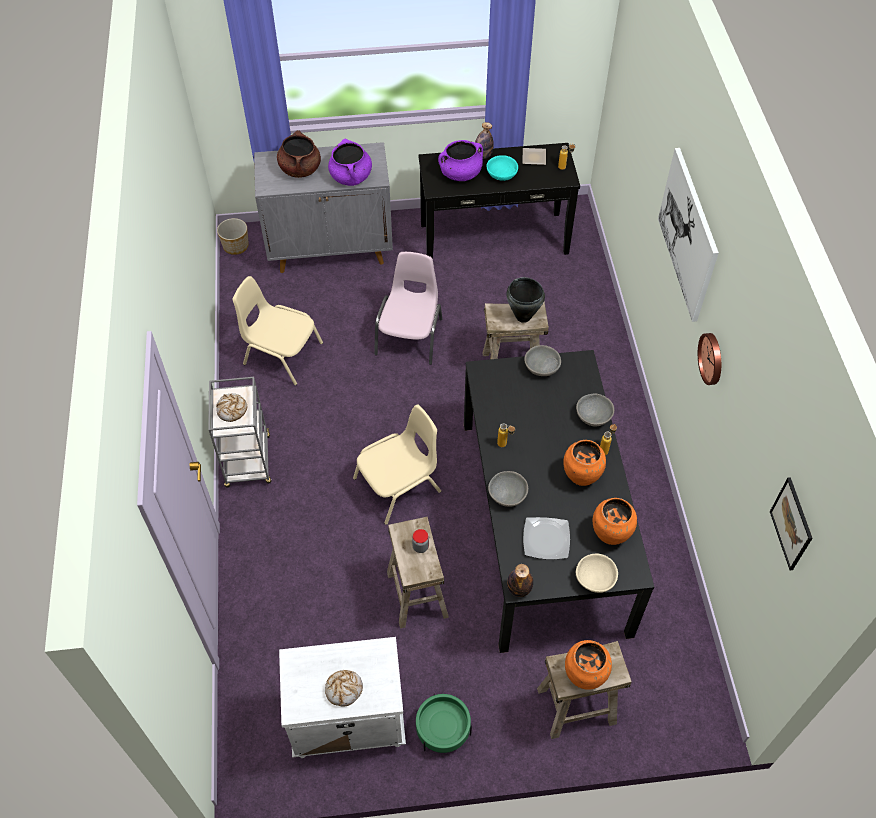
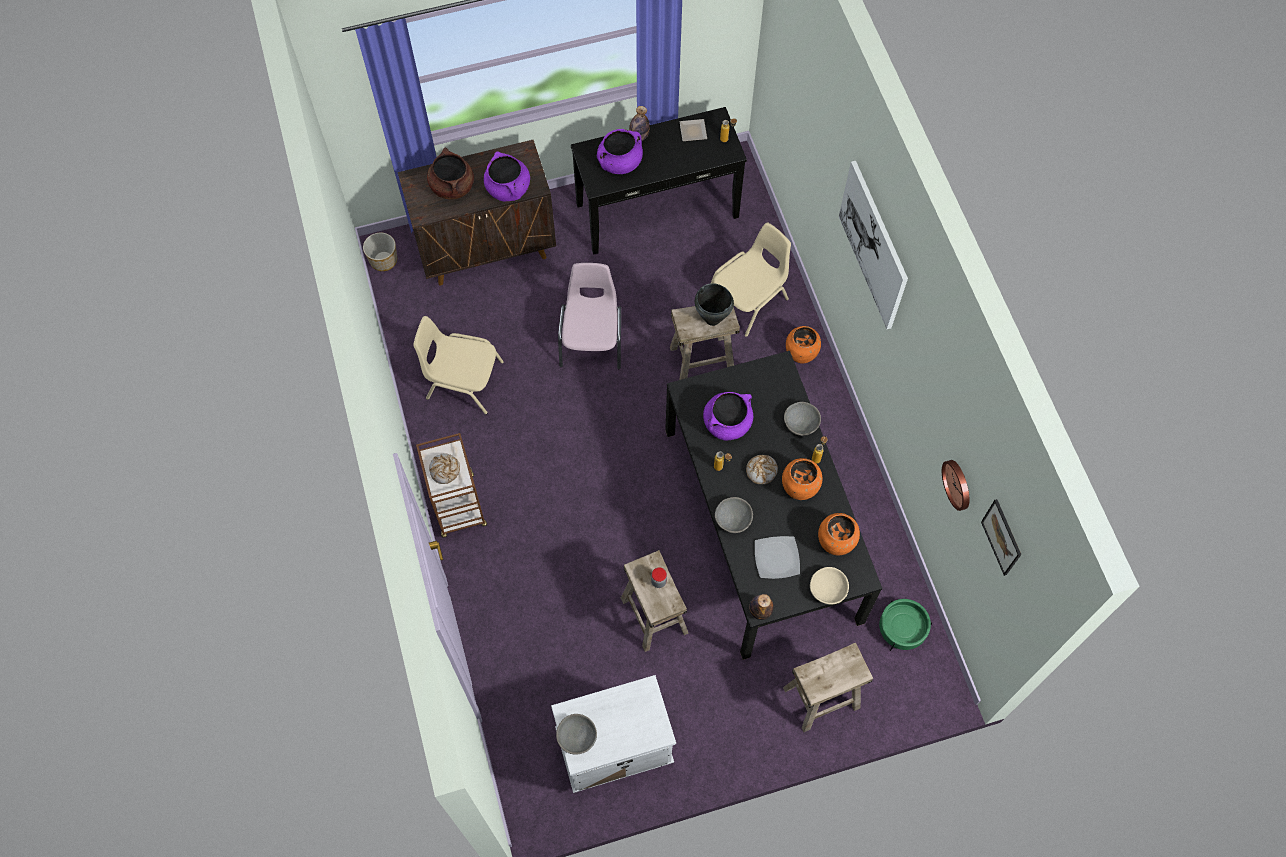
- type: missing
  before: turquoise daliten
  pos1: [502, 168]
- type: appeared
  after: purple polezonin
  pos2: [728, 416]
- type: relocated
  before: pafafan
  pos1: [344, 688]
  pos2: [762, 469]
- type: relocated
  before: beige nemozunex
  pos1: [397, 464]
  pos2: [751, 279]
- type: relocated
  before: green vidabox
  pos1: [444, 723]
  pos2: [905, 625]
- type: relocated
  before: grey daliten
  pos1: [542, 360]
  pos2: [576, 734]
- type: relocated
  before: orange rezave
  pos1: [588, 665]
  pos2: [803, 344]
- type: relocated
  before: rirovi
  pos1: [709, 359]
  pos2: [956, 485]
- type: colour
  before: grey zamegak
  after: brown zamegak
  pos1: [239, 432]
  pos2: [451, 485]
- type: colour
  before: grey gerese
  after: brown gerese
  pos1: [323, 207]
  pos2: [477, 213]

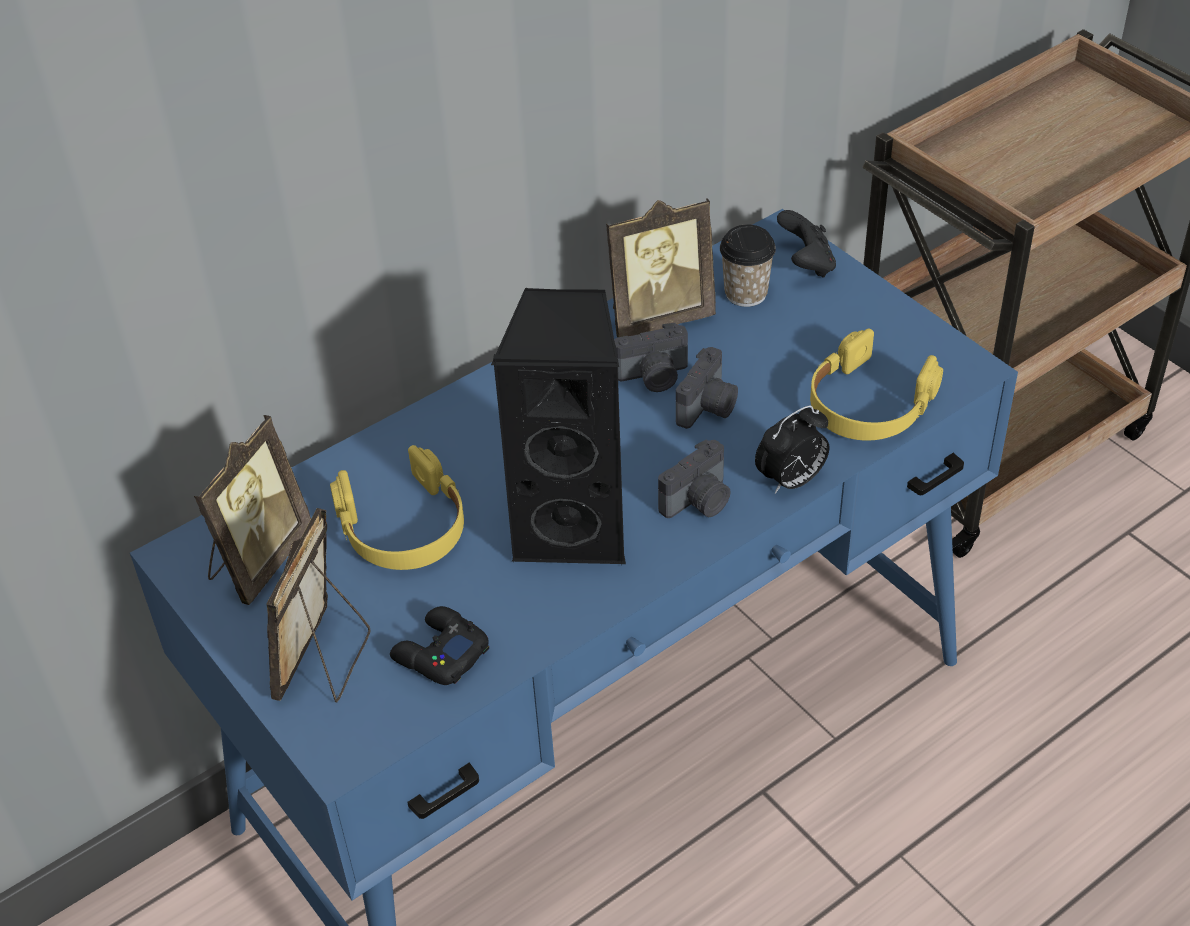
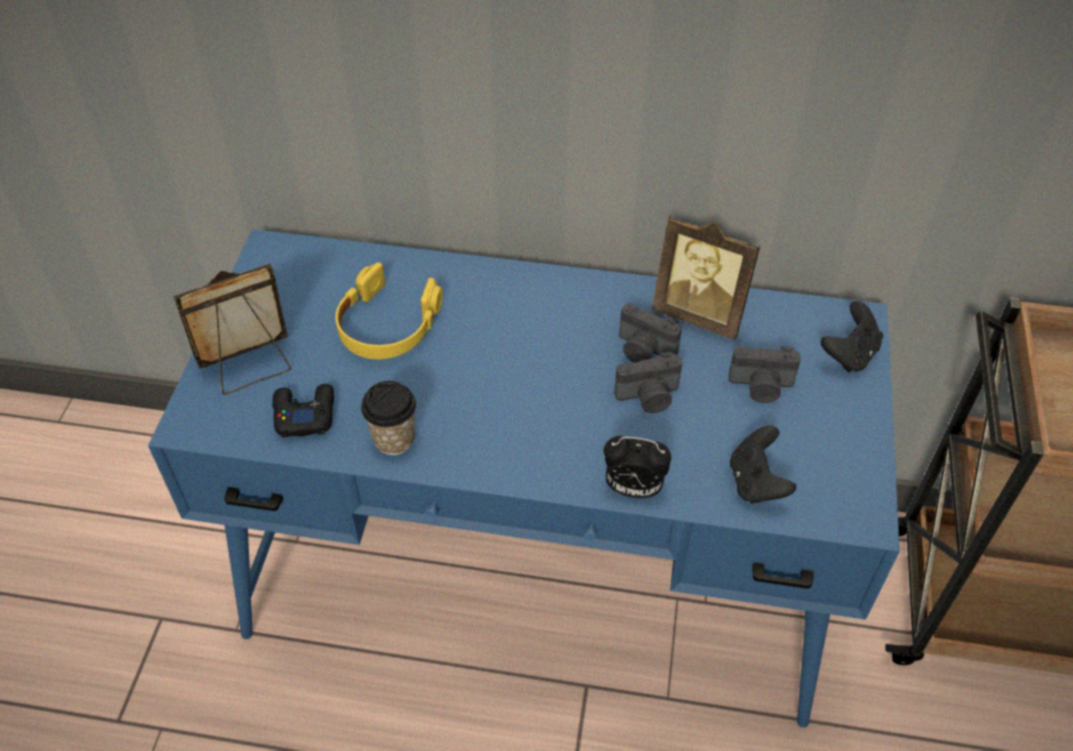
- type: missing
  before: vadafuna
  pos1: [252, 510]
- type: missing
  before: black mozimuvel
  pos1: [558, 425]
- type: relocated
  before: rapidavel
  pos1: [694, 478]
  pos2: [765, 374]
- type: relocated
  before: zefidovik
  pos1: [748, 265]
  pos2: [388, 418]
- type: exchanged
  before: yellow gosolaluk
  after: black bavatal
  pos1: [876, 384]
  pos2: [763, 464]

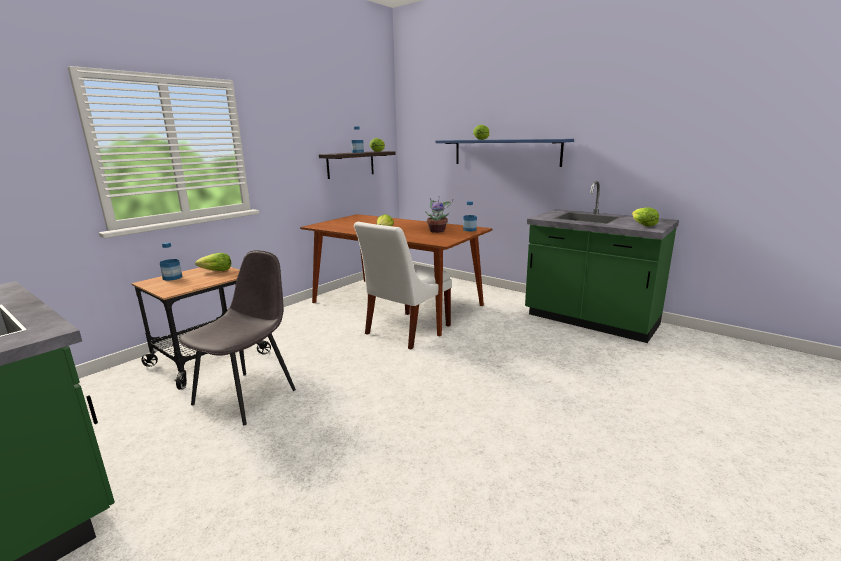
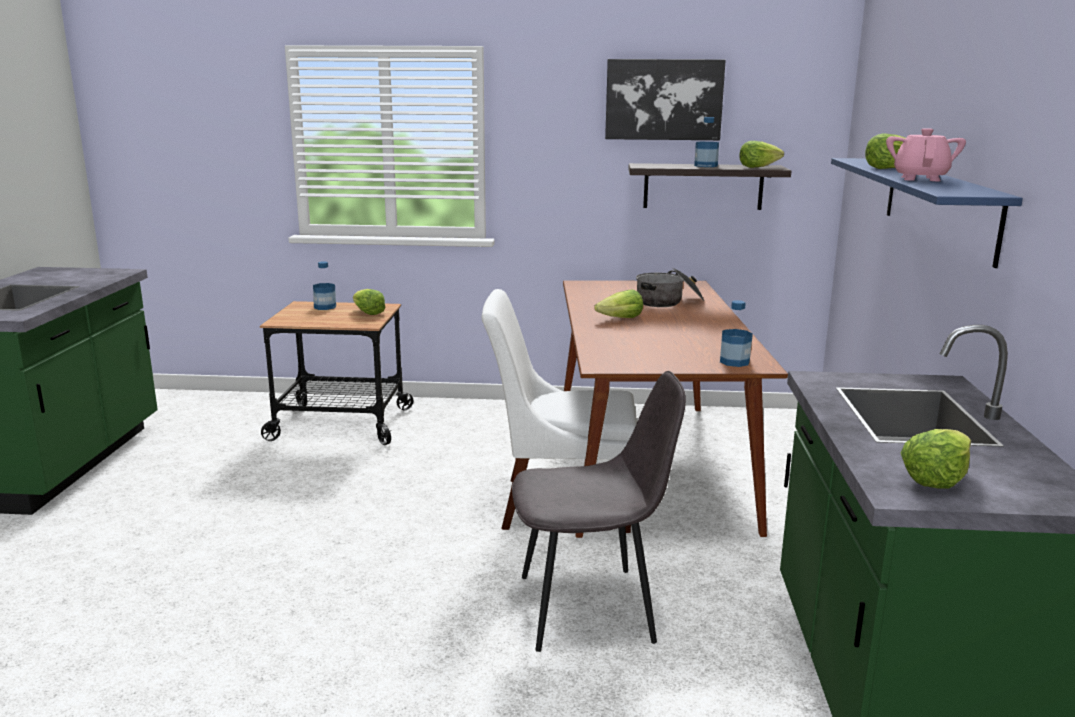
- type: missing
  before: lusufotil
  pos1: [439, 215]
- type: appeared
  after: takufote
  pos2: [665, 99]
- type: appeared
  after: polezonin
  pos2: [670, 287]
- type: appeared
  after: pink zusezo
  pos2: [926, 154]
- type: relocated
  before: grey nemozunex
  pos1: [237, 337]
  pos2: [599, 511]

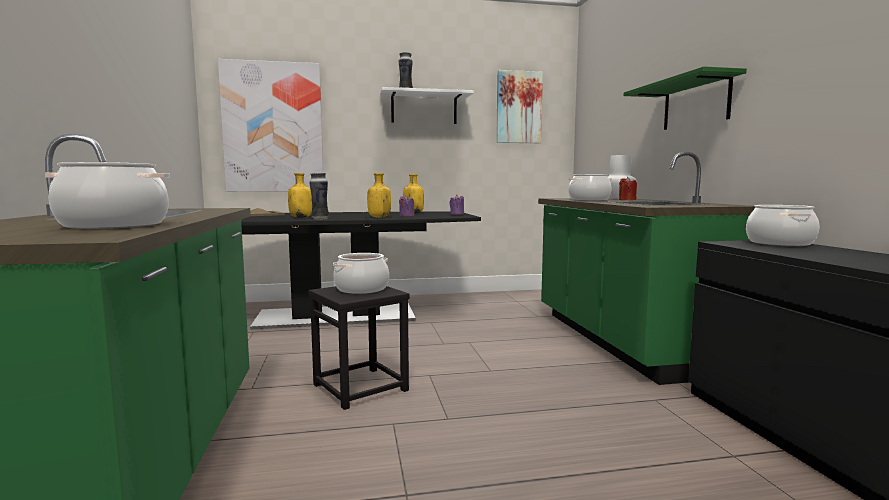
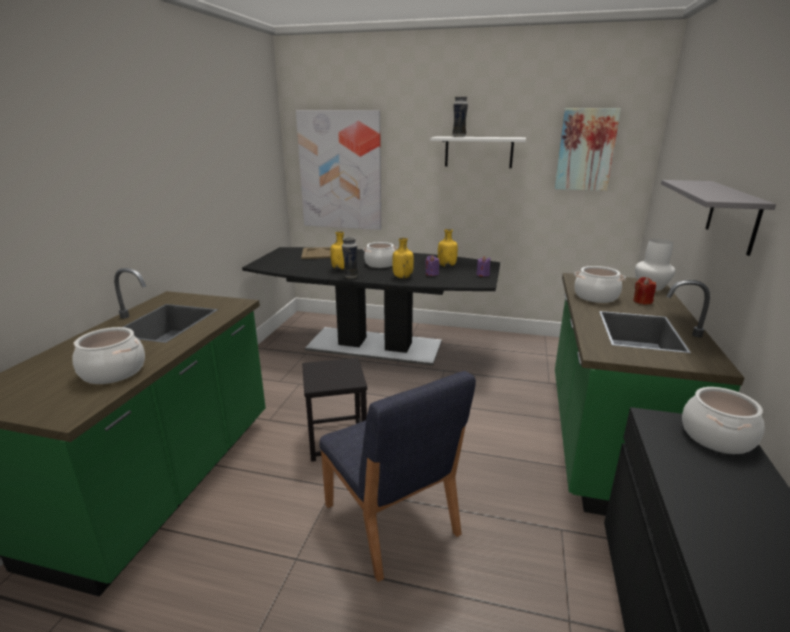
- type: appeared
  after: blue nemozunex
  pos2: [398, 476]
- type: relocated
  before: polezonin
  pos1: [361, 273]
  pos2: [380, 255]
- type: colour
  before: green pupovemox
  after: grey pupovemox
  pos1: [685, 98]
  pos2: [718, 218]

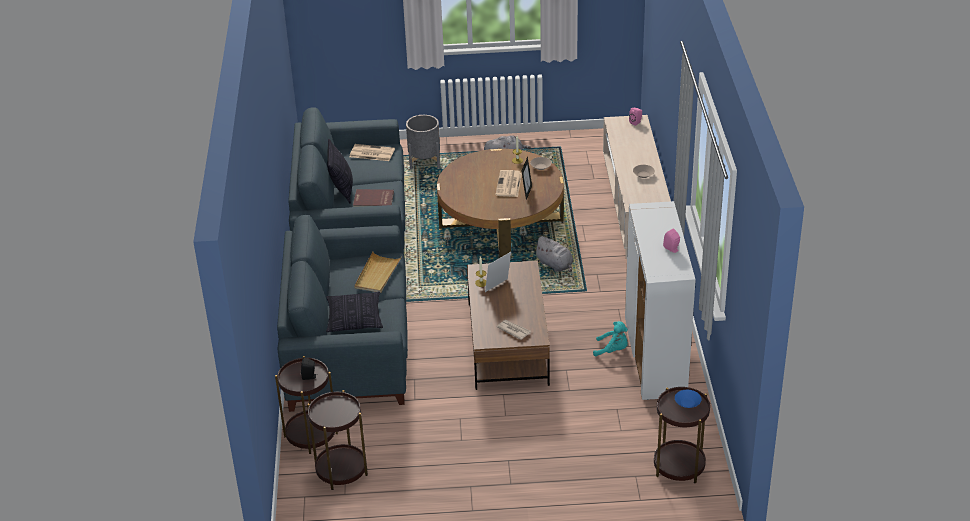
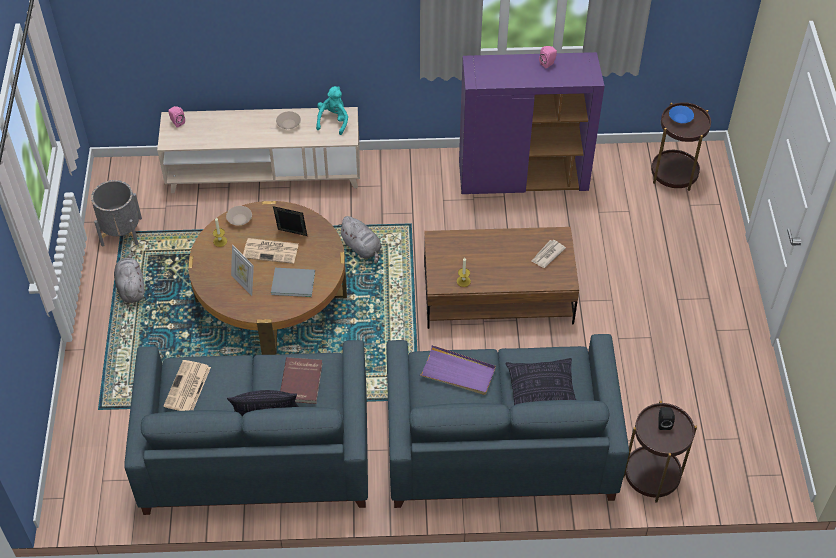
- type: missing
  before: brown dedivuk
  pos1: [337, 440]
- type: appeared
  after: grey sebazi
  pos2: [293, 282]
- type: relocated
  before: grey vidabox
  pos1: [423, 142]
  pos2: [116, 213]
- type: relocated
  before: vadafuna
  pos1: [498, 272]
  pos2: [242, 270]
- type: relocated
  before: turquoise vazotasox
  pos1: [610, 339]
  pos2: [332, 110]
- type: colour
  before: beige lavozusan
  after: purple lavozusan
  pos1: [378, 272]
  pos2: [458, 370]
- type: colour
  before: white gerese
  after: purple gerese
  pos1: [660, 300]
  pos2: [532, 123]
- type: spun
  before: grey vazotasox
  pos1: [554, 254]
  pos2: [360, 239]
  turn: 90

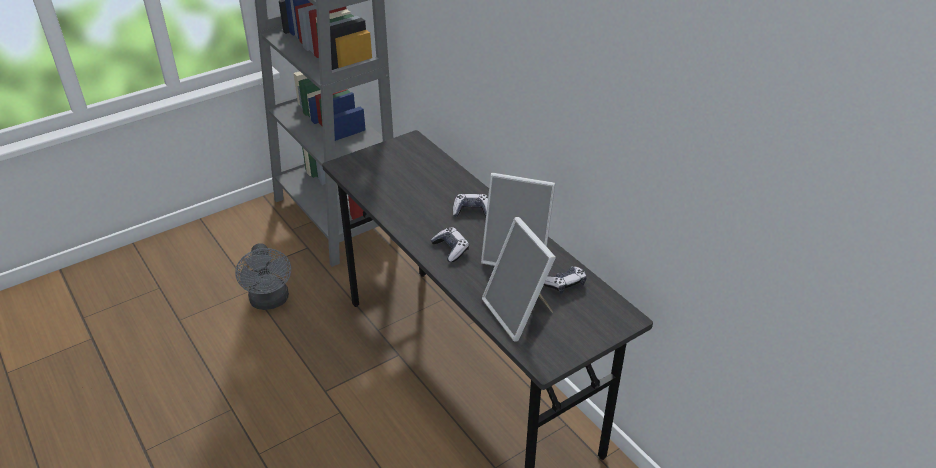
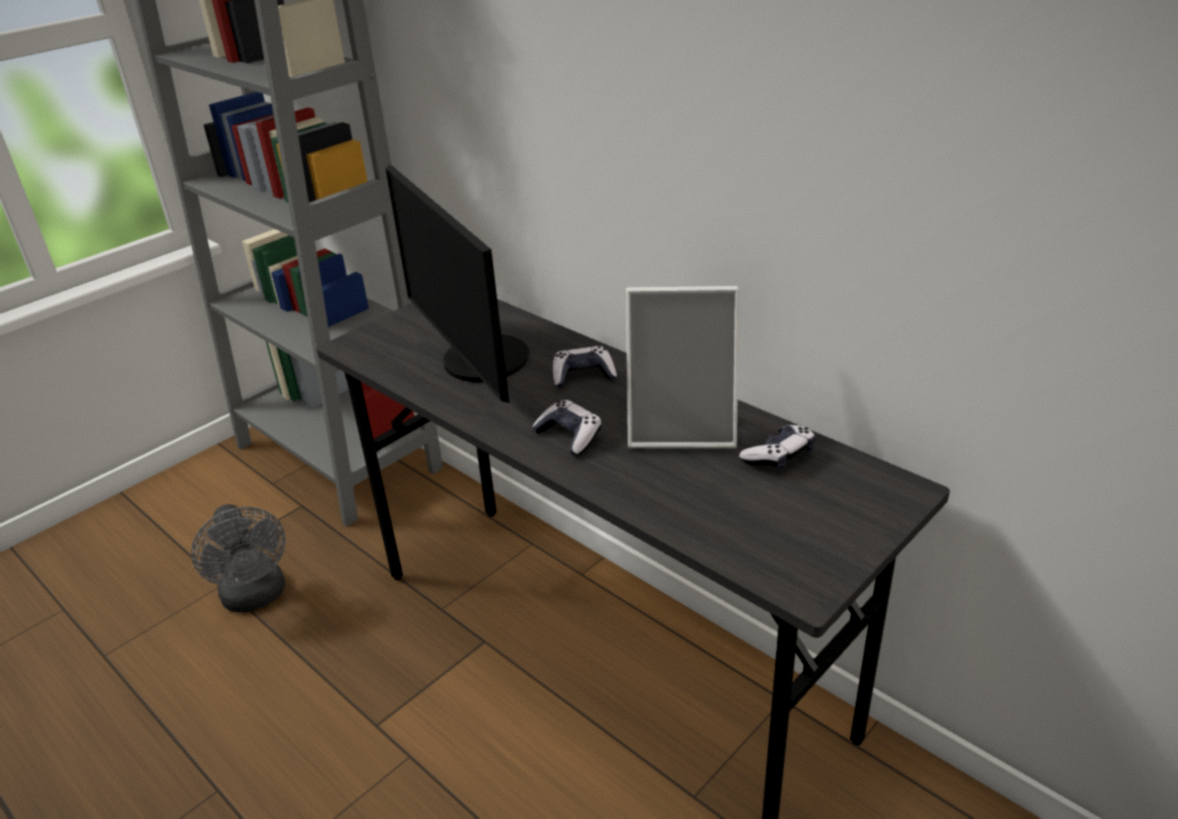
- type: missing
  before: vadafuna
  pos1: [519, 279]
- type: appeared
  after: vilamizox
  pos2: [457, 283]

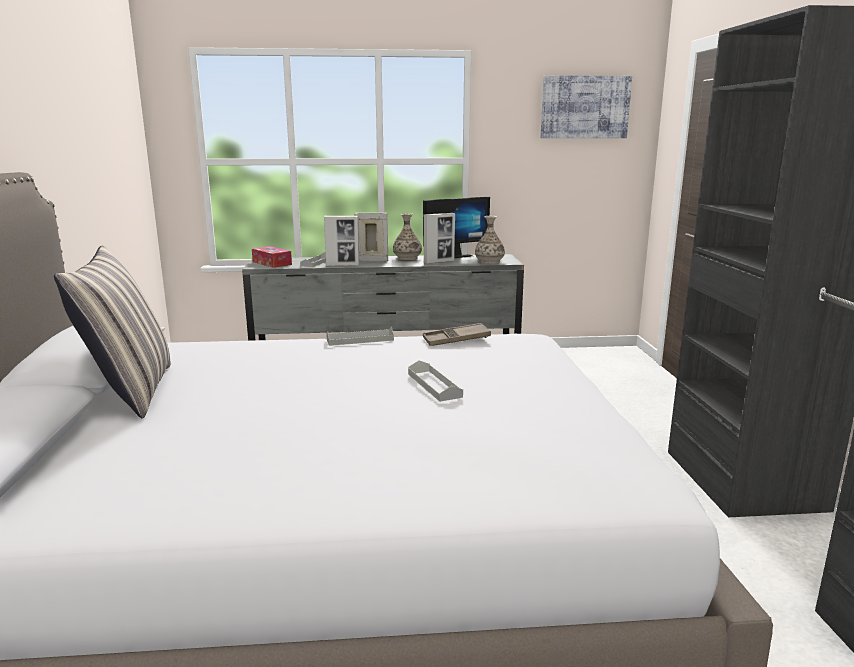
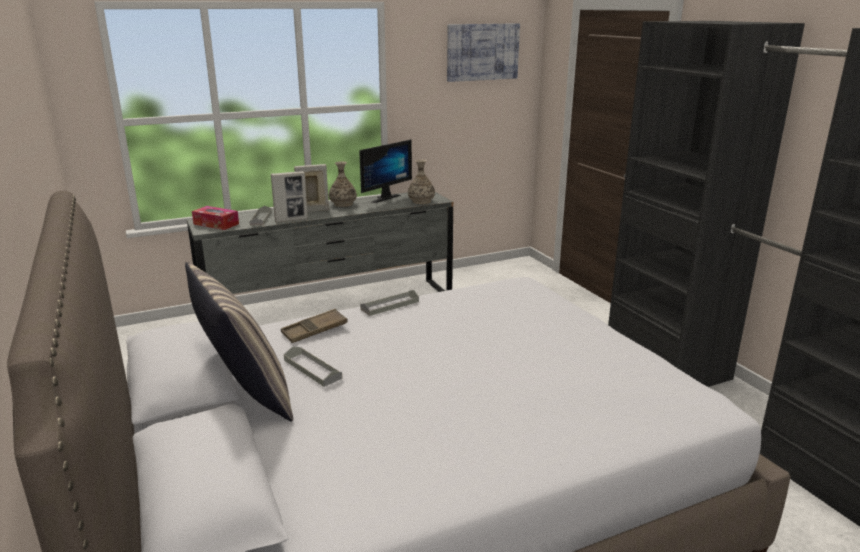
- type: missing
  before: vadafuna
  pos1: [439, 238]
- type: relocated
  before: grey lavozusan
  pos1: [435, 381]
  pos2: [313, 366]
- type: relocated
  before: brown lavozusan
  pos1: [457, 334]
  pos2: [314, 326]

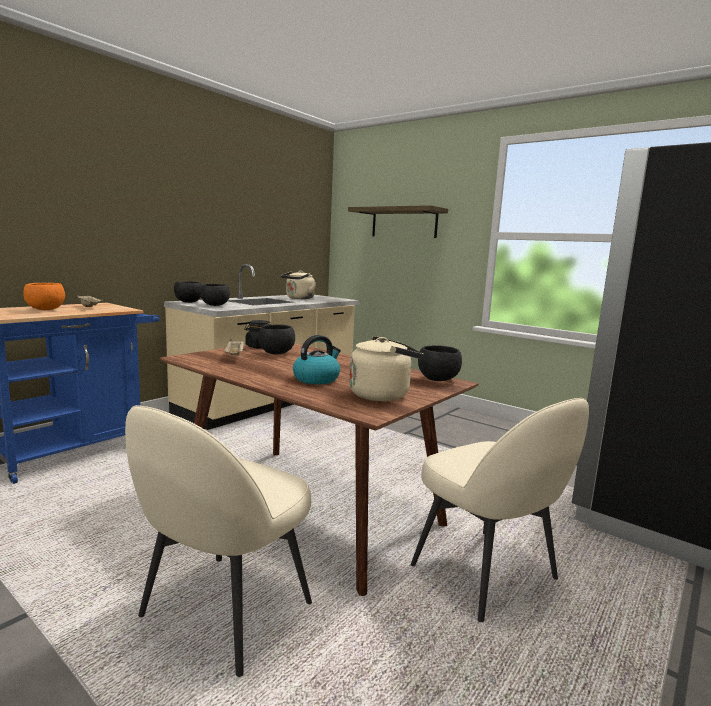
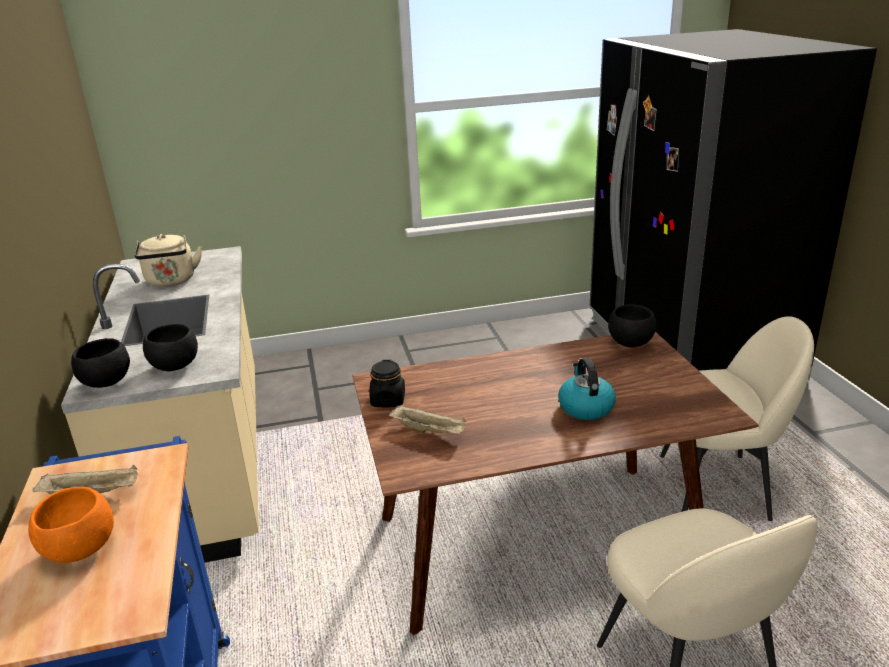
- type: missing
  before: black daliten
  pos1: [276, 339]
- type: missing
  before: pupovemox
  pos1: [398, 221]
- type: missing
  before: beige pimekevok
  pos1: [386, 368]

